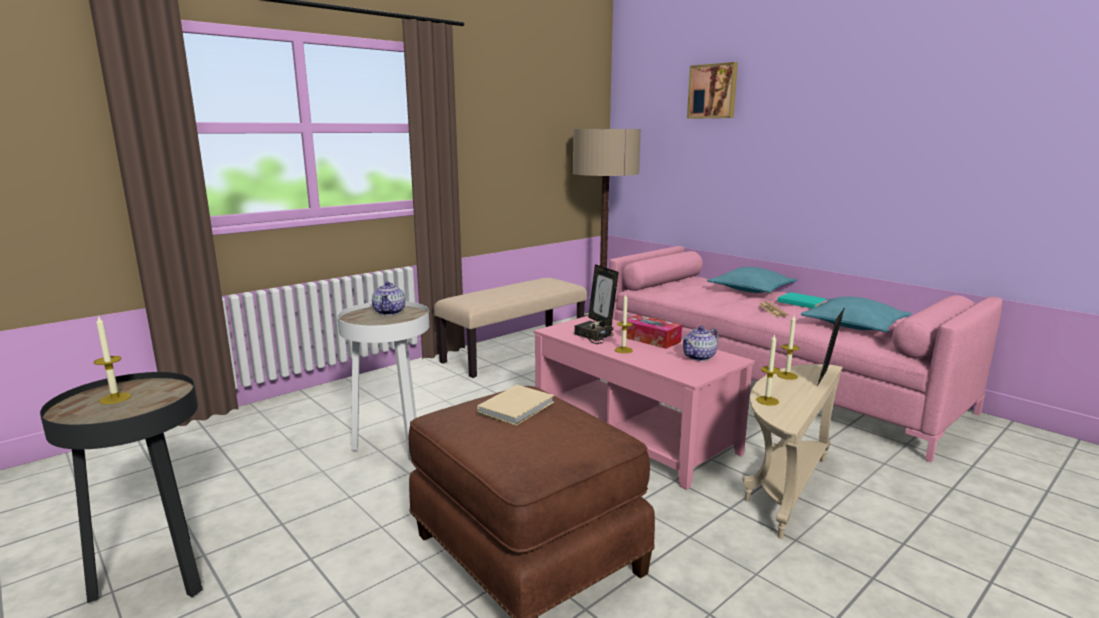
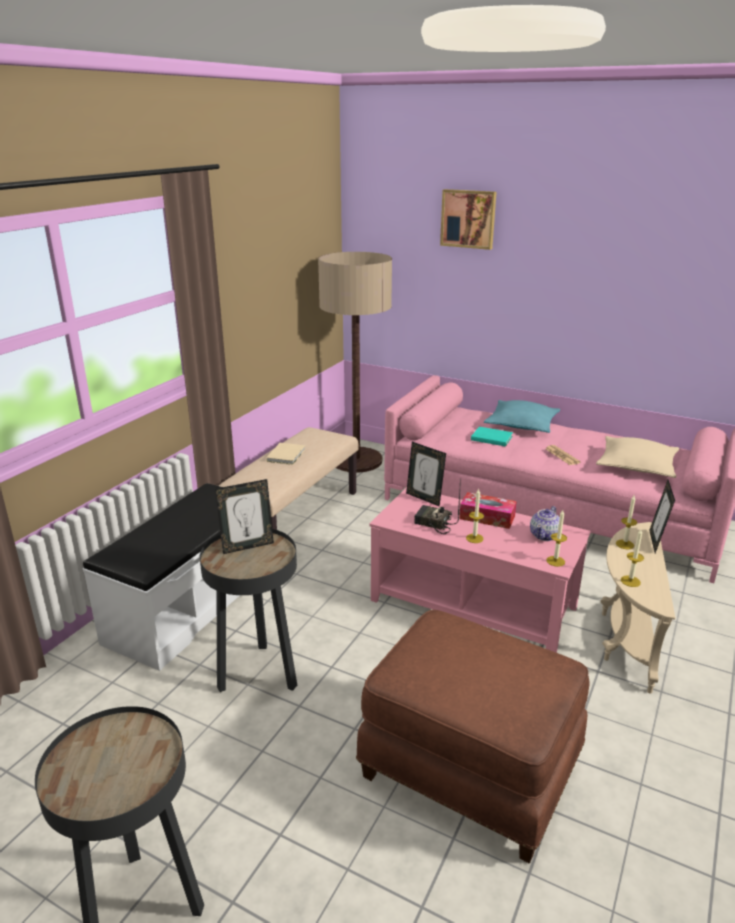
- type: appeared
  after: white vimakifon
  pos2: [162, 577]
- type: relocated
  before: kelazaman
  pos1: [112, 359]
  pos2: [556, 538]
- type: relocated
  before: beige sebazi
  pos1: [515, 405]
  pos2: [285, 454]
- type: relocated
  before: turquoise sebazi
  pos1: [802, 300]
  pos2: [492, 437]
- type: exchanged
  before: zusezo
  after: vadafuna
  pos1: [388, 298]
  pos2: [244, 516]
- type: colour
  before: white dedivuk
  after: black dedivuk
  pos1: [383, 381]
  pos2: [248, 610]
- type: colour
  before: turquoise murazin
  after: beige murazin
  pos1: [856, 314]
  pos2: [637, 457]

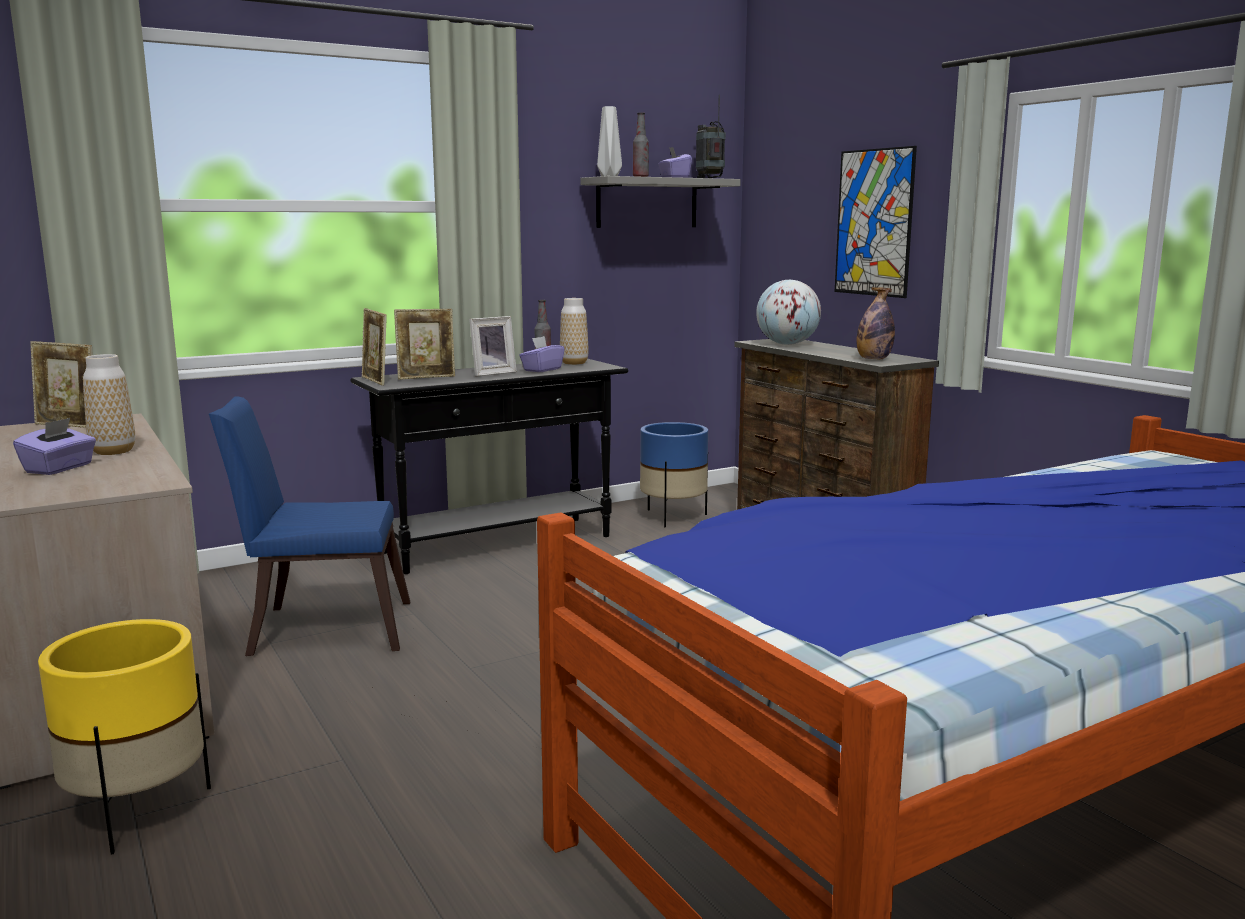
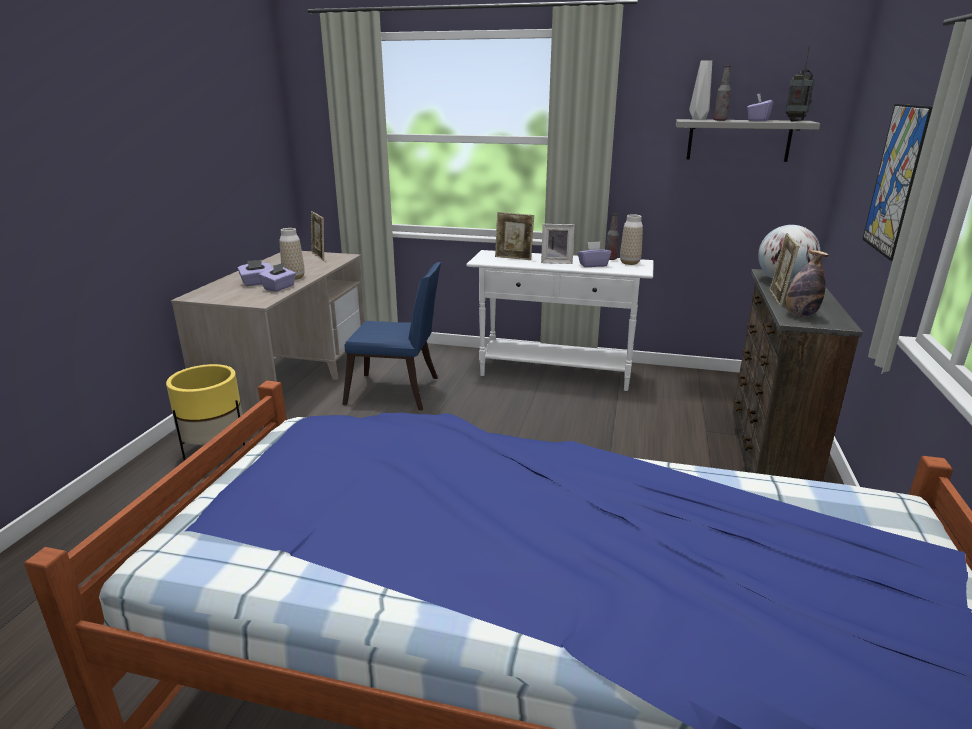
- type: missing
  before: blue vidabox
  pos1: [674, 474]
- type: appeared
  after: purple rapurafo
  pos2: [277, 277]
- type: relocated
  before: vadafuna
  pos1: [374, 347]
  pos2: [784, 269]
- type: colour
  before: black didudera
  after: white didudera
  pos1: [489, 466]
  pos2: [560, 320]
- type: spun
  before: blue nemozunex
  pos1: [309, 526]
  pos2: [391, 336]
  turn: 150

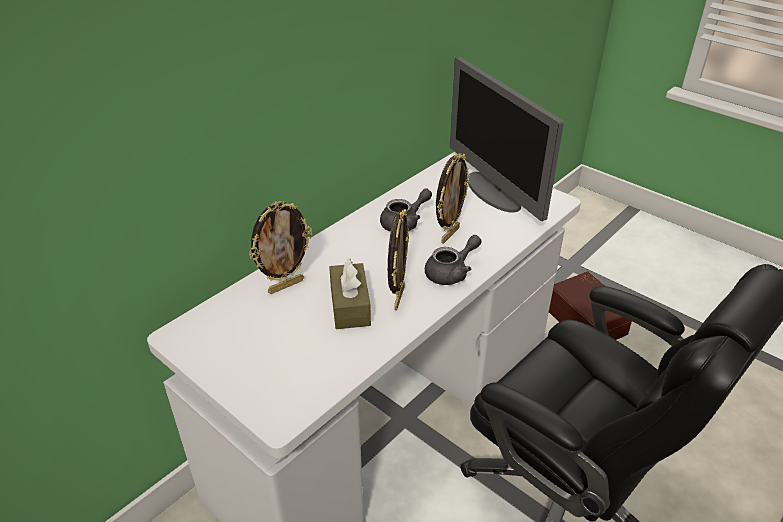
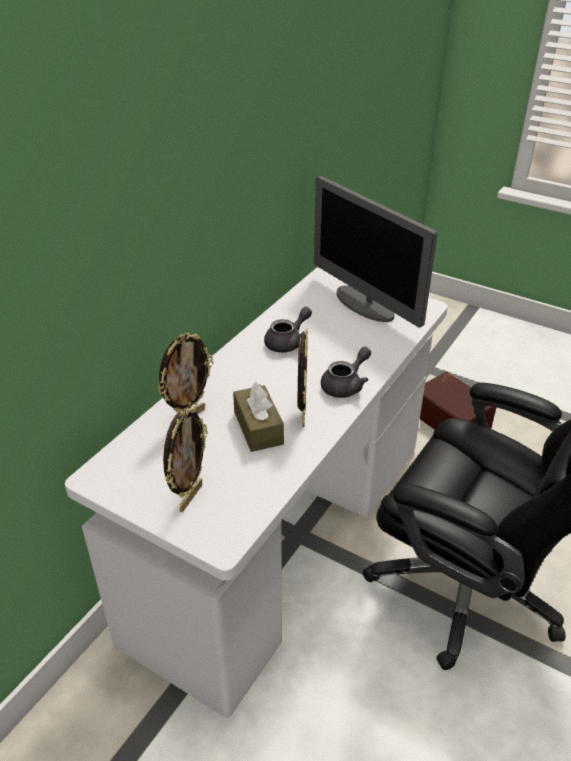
- type: relocated
  before: vadafuna
  pos1: [453, 198]
  pos2: [185, 459]

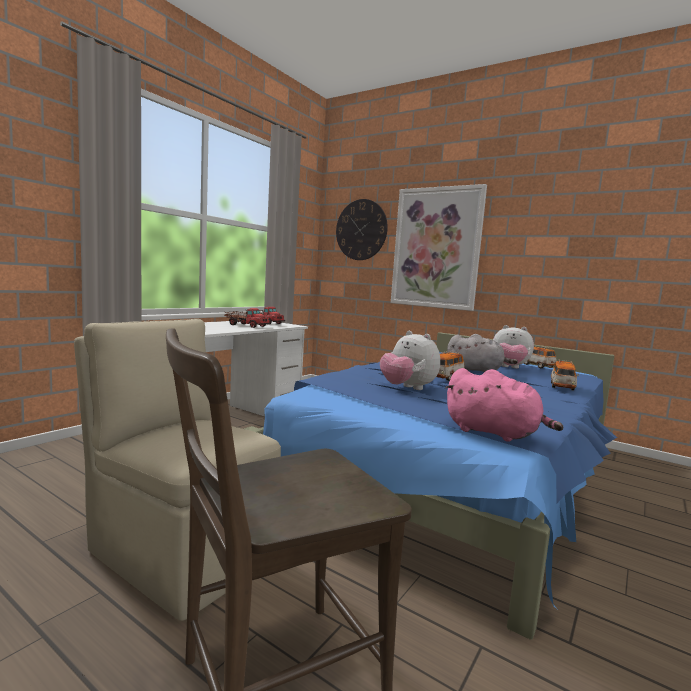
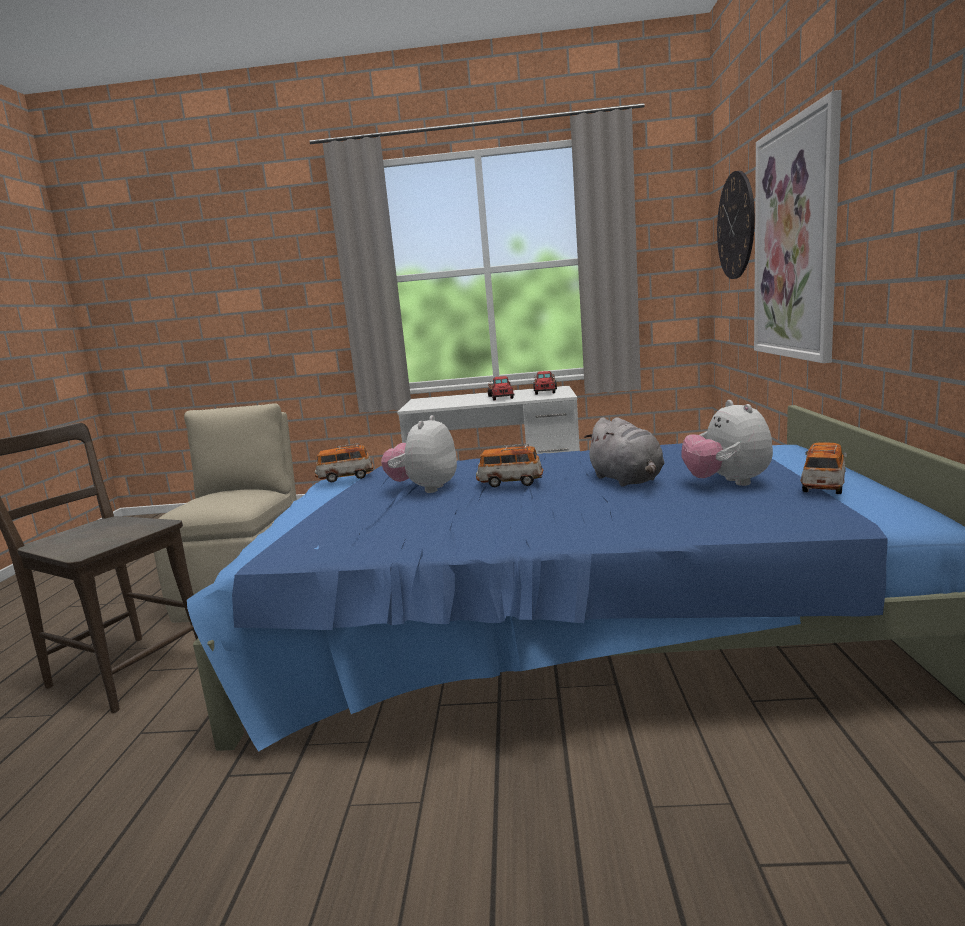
- type: missing
  before: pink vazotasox
  pos1: [504, 405]
- type: relocated
  before: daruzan
  pos1: [565, 375]
  pos2: [343, 462]

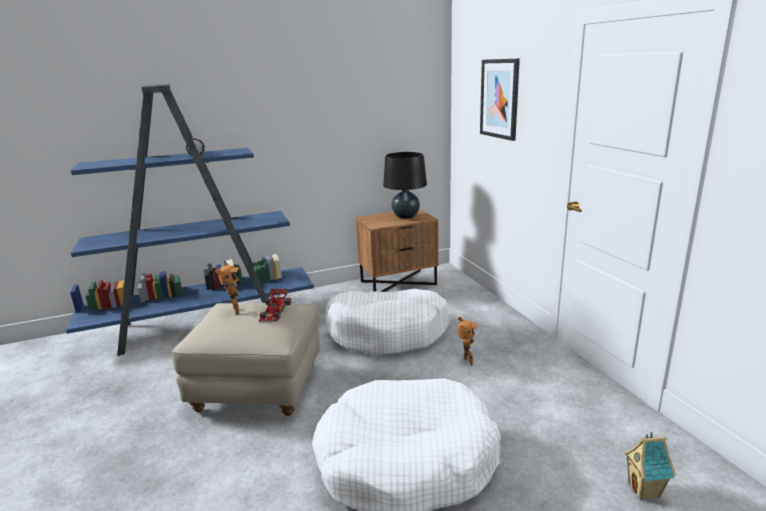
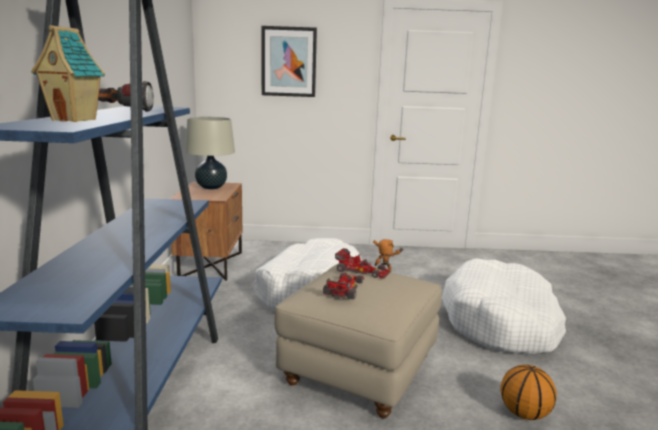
- type: appeared
  after: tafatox
  pos2: [529, 392]
- type: relocated
  before: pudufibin
  pos1: [650, 466]
  pos2: [68, 73]
- type: exchanged
  before: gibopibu
  after: daruzan
  pos1: [228, 288]
  pos2: [344, 285]
- type: colour
  before: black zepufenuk
  after: beige zepufenuk
  pos1: [405, 185]
  pos2: [210, 153]

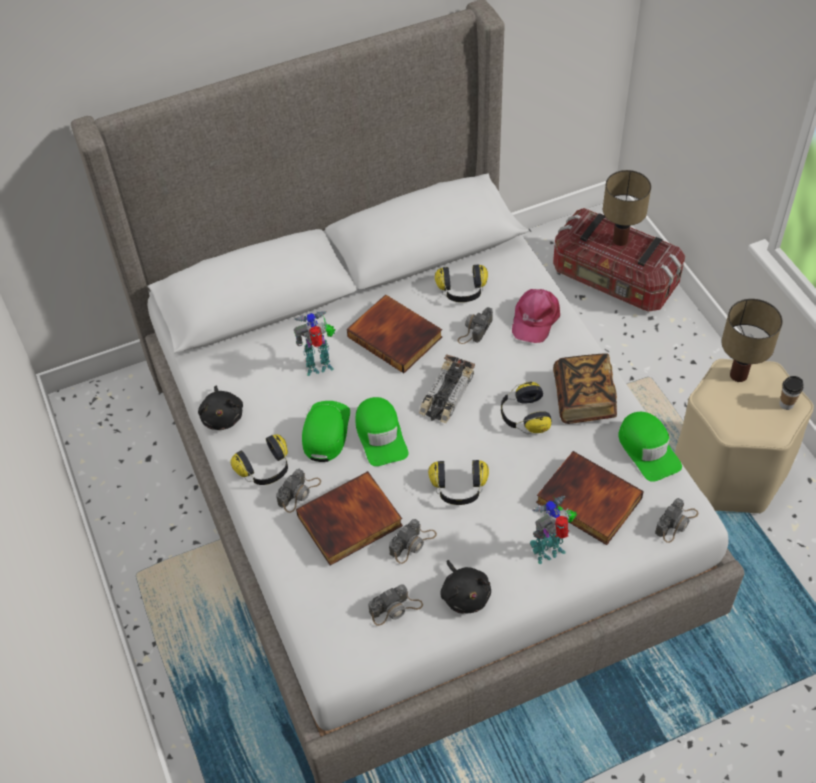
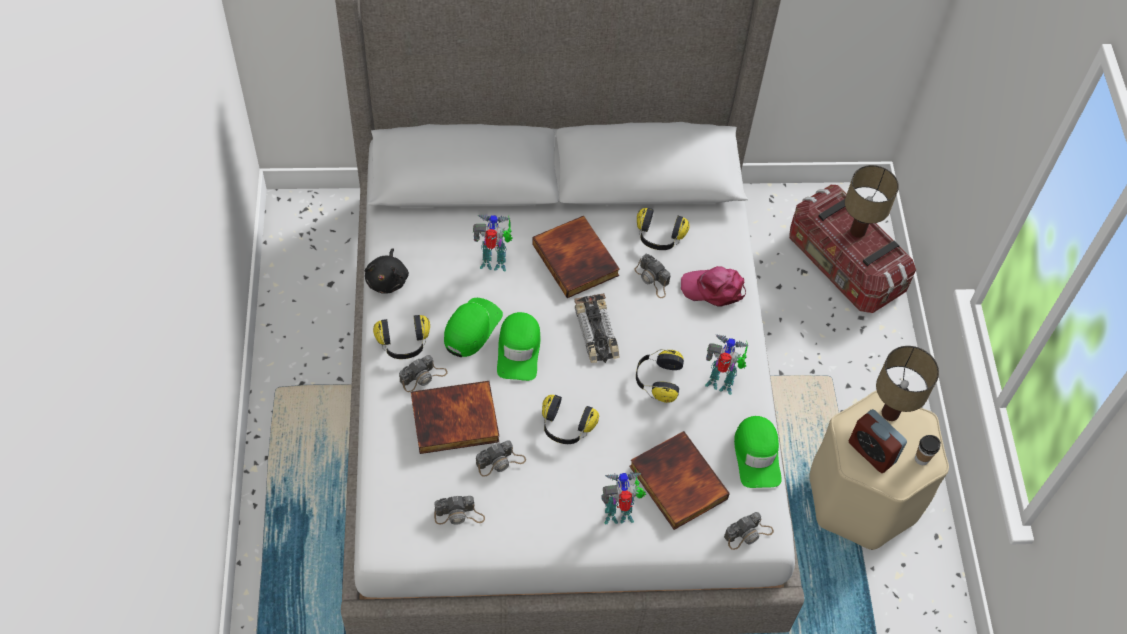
- type: missing
  before: black vazotasox
  pos1: [465, 586]
- type: appeared
  after: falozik
  pos2: [878, 441]
- type: exchanged
  before: sebazi
  after: gibopibu
  pos1: [585, 388]
  pos2: [727, 365]
- type: spun
  before: daruzan
  pos1: [447, 388]
  pos2: [597, 328]
  turn: -60
- type: spun
  before: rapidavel
  pos1: [475, 325]
  pos2: [653, 276]
  turn: -90
- type: spun
  before: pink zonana
  pos1: [536, 316]
  pos2: [713, 286]
  turn: 60

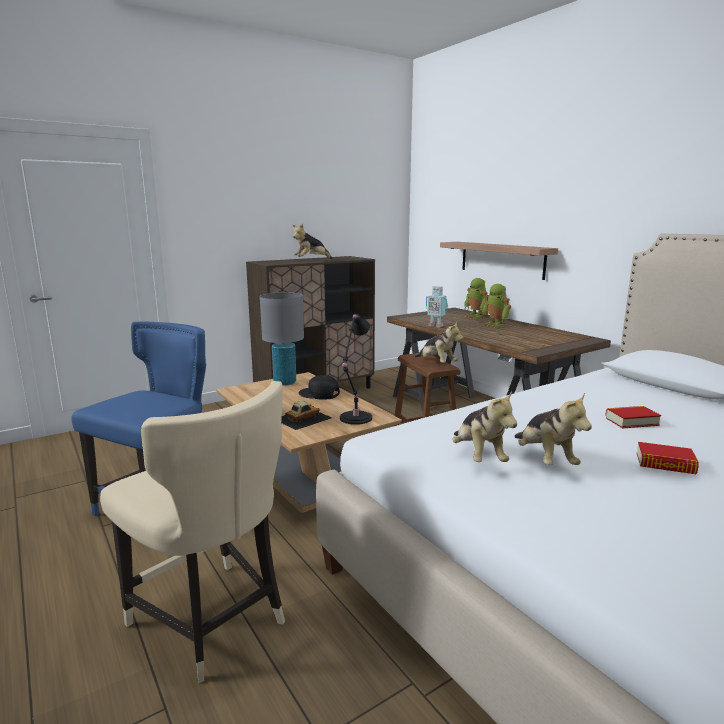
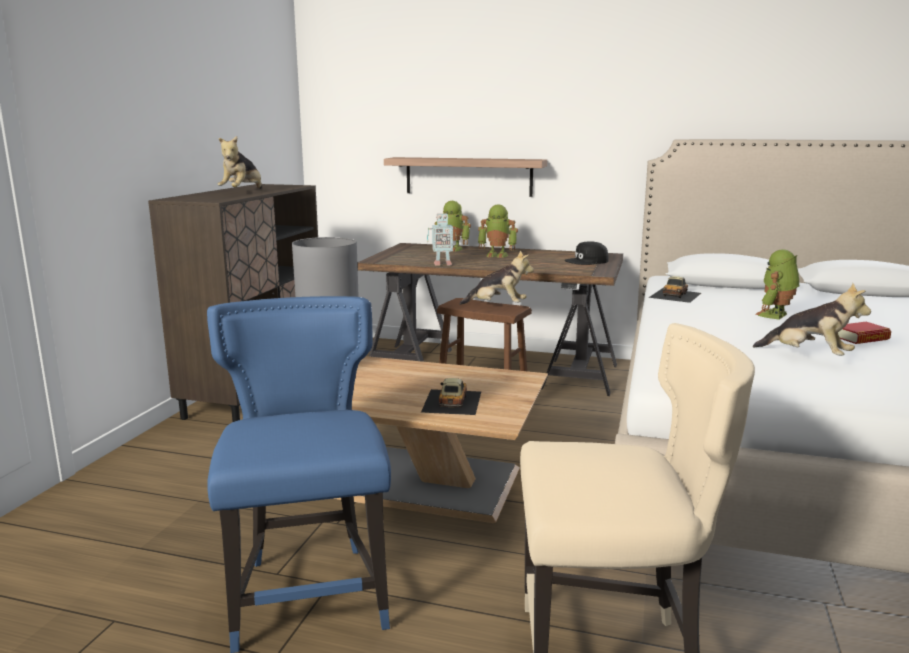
- type: missing
  before: black zepufenuk
  pos1: [356, 369]
- type: missing
  before: vazotasox
  pos1: [484, 426]
- type: appeared
  after: daruzan
  pos2: [675, 289]
- type: relocated
  before: black zonana
  pos1: [319, 387]
  pos2: [587, 253]
- type: exchanged
  before: sebazi
  after: gibopibu
  pos1: [633, 417]
  pos2: [777, 284]

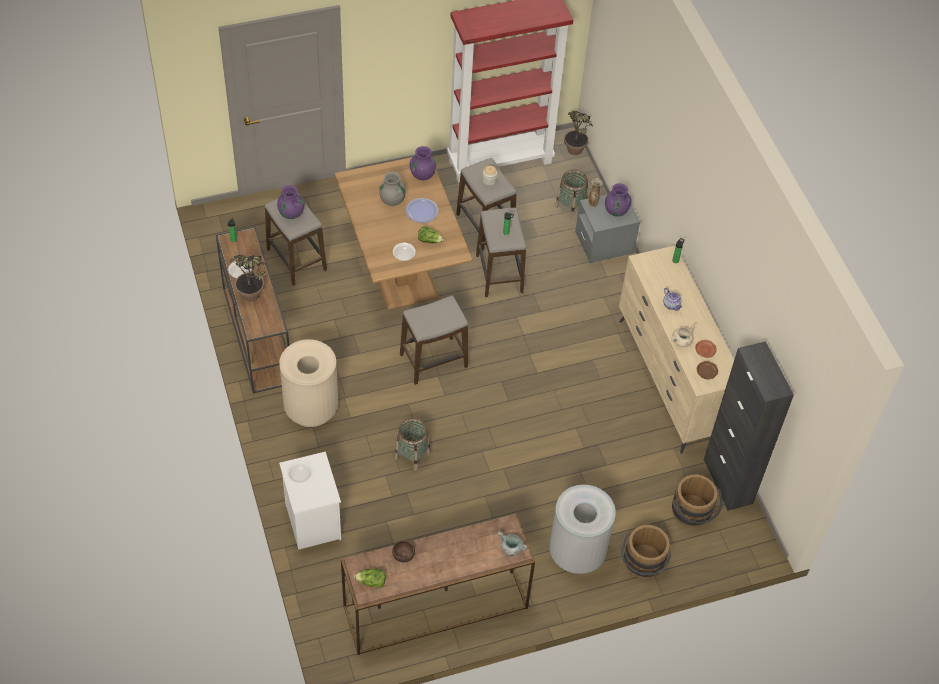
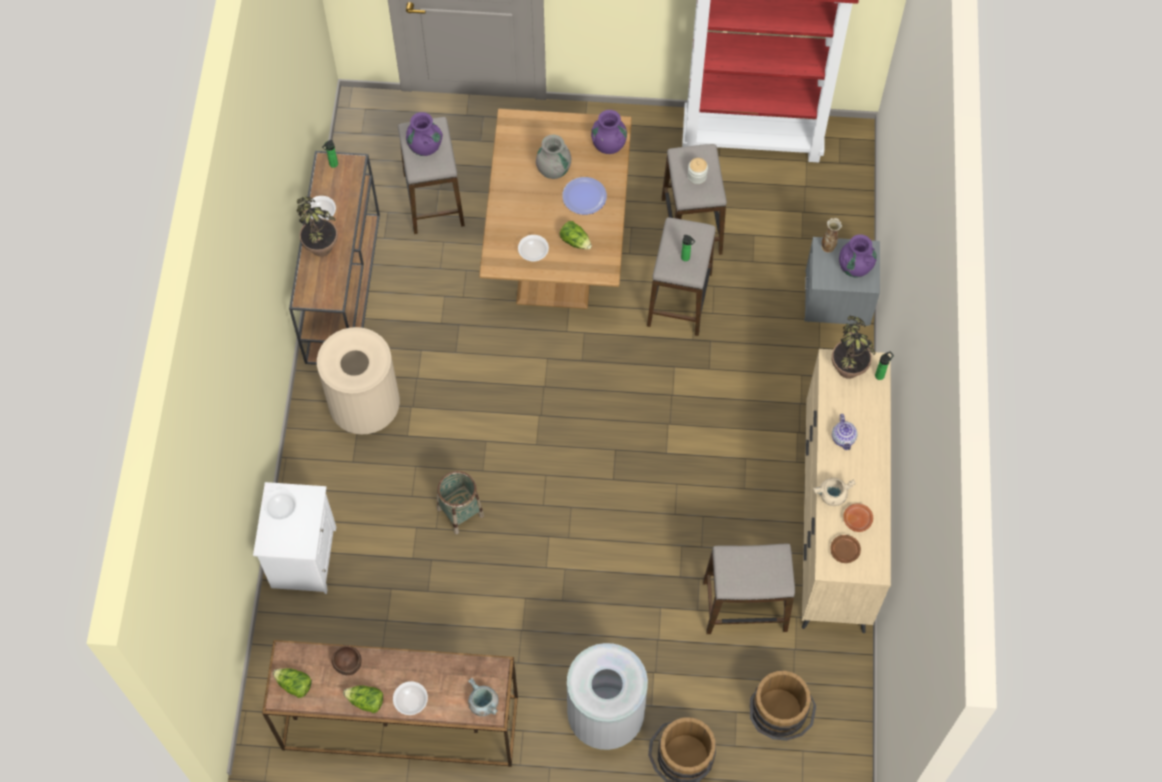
- type: missing
  before: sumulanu
  pos1: [571, 194]
- type: missing
  before: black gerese
  pos1: [749, 426]
- type: appeared
  after: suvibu
  pos2: [363, 699]
- type: appeared
  after: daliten
  pos2: [410, 698]
- type: relocated
  before: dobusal
  pos1: [434, 340]
  pos2: [749, 589]
- type: relocated
  before: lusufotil
  pos1: [578, 133]
  pos2: [853, 347]

